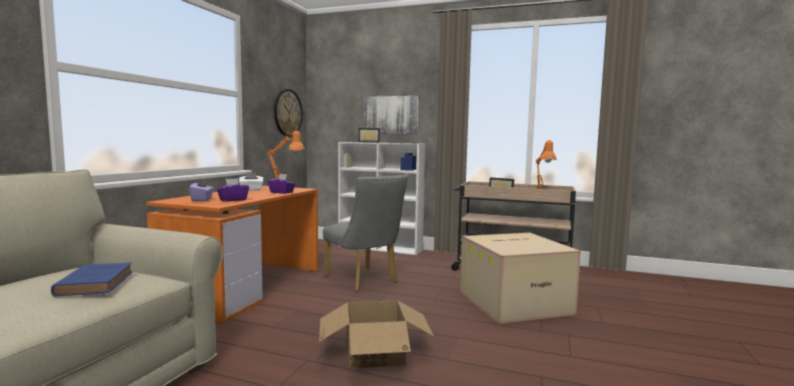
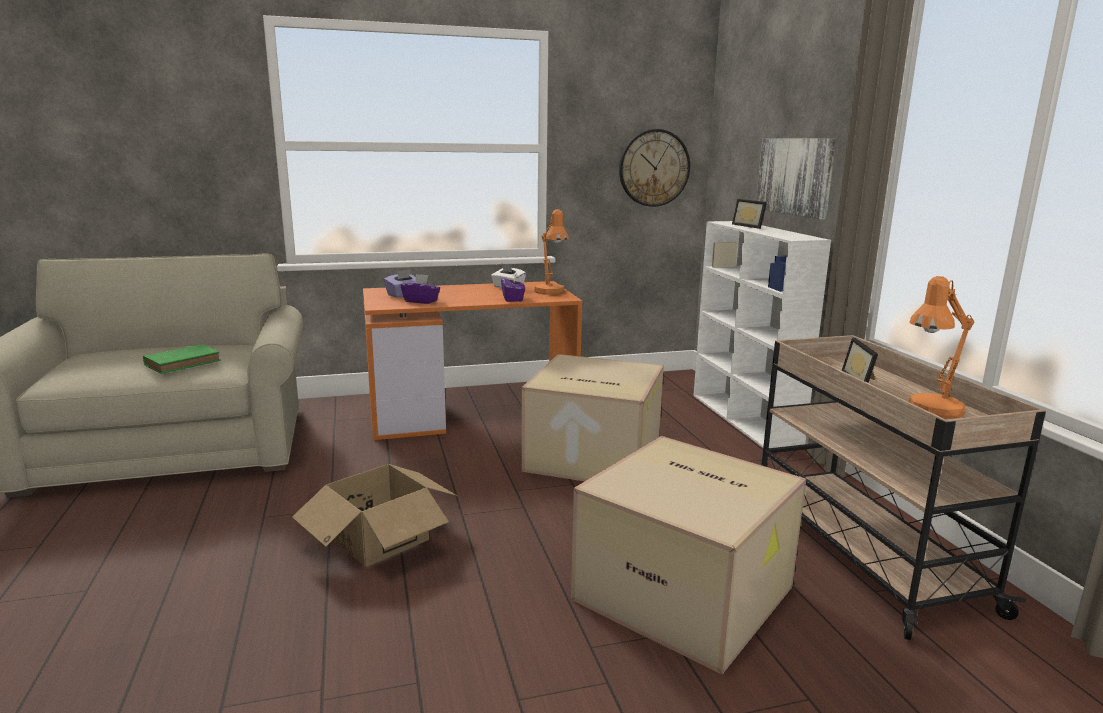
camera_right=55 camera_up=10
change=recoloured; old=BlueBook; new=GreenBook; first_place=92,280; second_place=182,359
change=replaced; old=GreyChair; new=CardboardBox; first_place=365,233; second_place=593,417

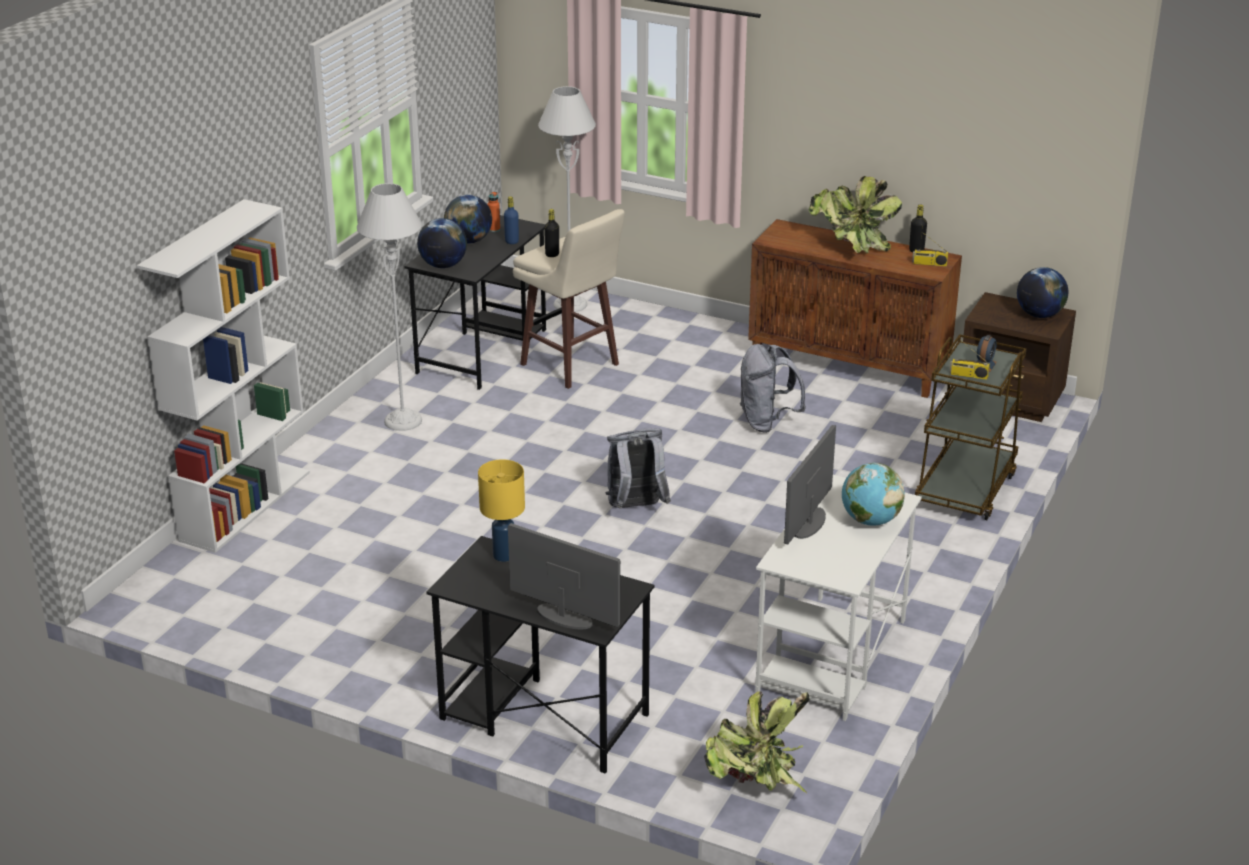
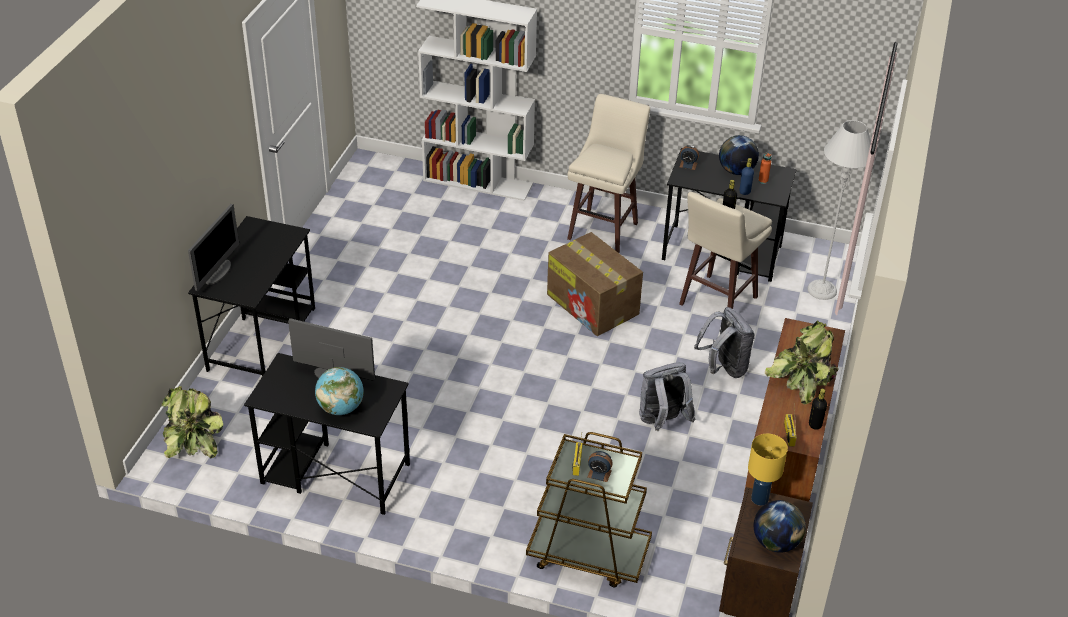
camera_right=80 camera_up=10
change=replaced; old=GreyFloorLamp; new=BeigeStool; first_place=389,307; second_place=608,173
change=replaced; old=Globe; new=AlarmClock; first_place=442,243; second_place=689,157
change=moved; old=YellowTableLamp; first_place=501,510; second_place=768,470
change=moved; old=GreyBackpack; first_place=638,468; second_place=724,342
change=recoloured; old=WhiteDesk; new=BlackDesk; first_place=838,598; second_place=327,434
change=added; new=CardboardBox; second_place=595,284

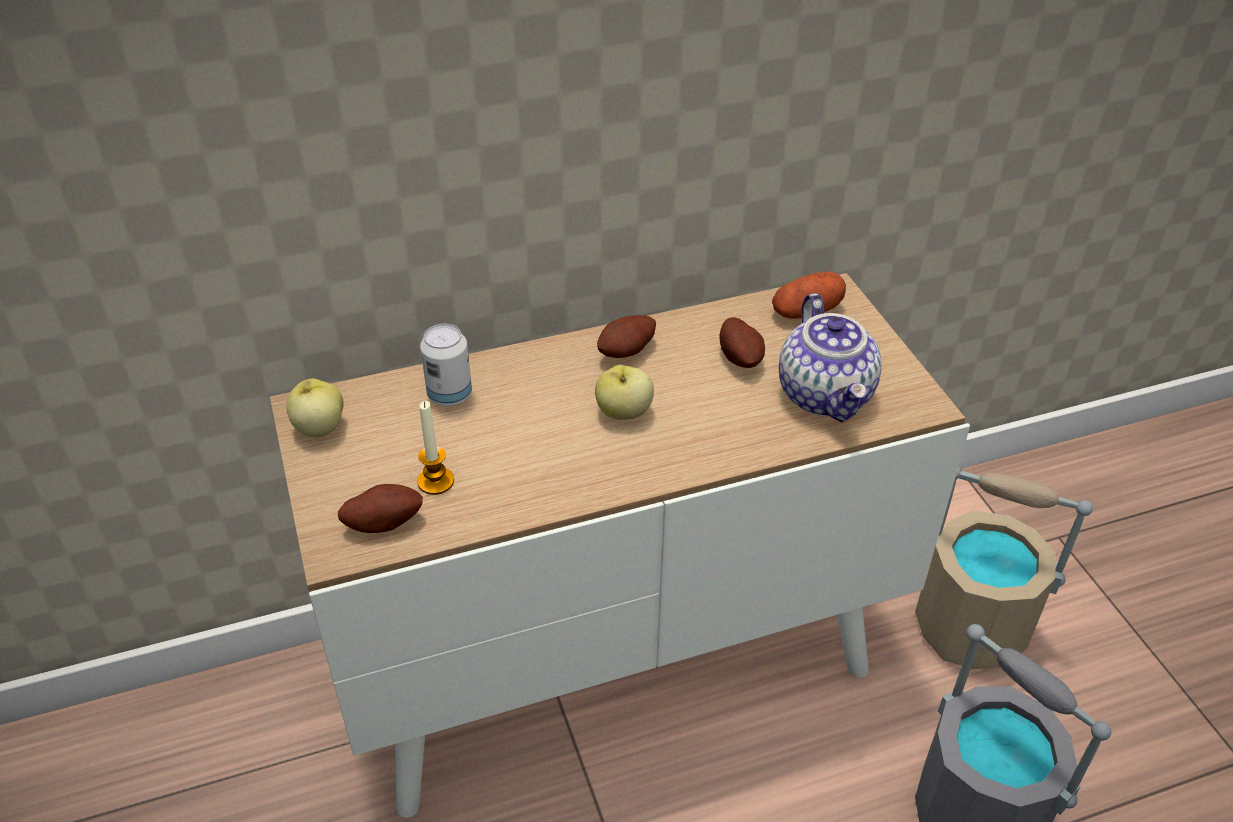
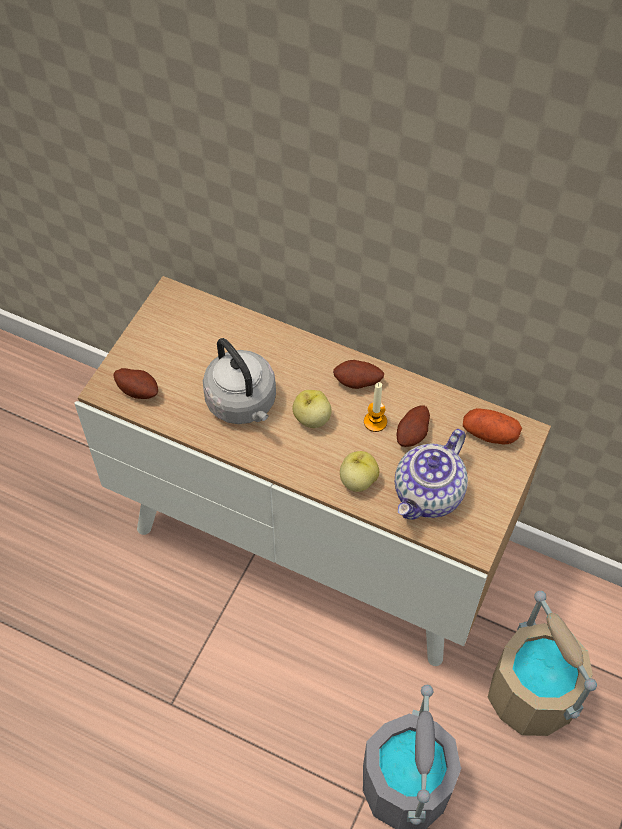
camera_right=45 camera_up=15
change=moved; old=Apple; first_place=314,408; second_place=359,471
change=moved; old=Candle; first_place=435,448; second_place=375,407
change=removed; old=Can; first_place=446,365
change=added; new=GreyKettle; second_place=239,381

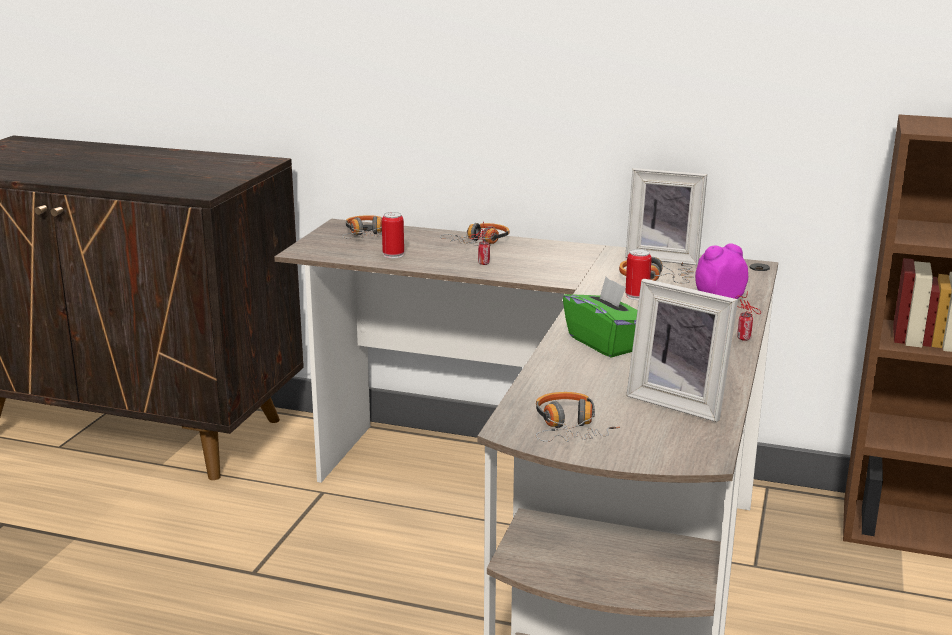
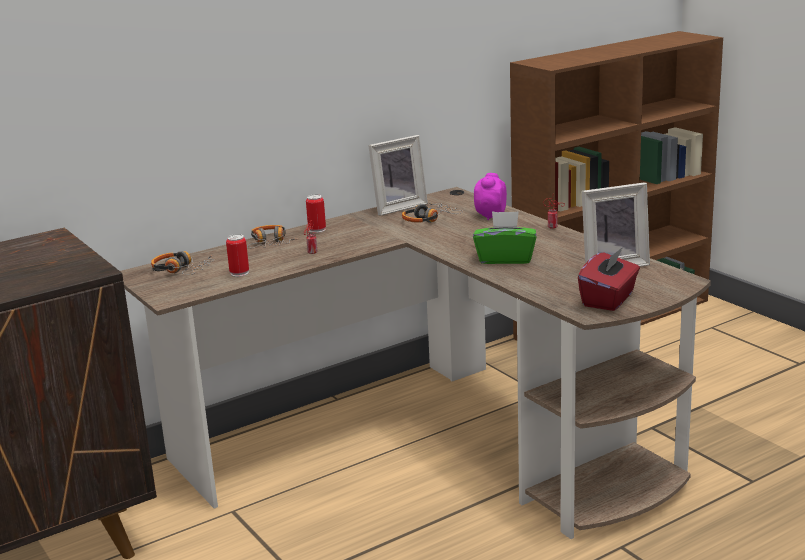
camera_right=-50 camera_up=0
change=replaced; old=Headphones; new=RedTissueBox; first_place=578,417; second_place=609,279
change=moved; old=Can; first_place=638,274; second_place=316,213

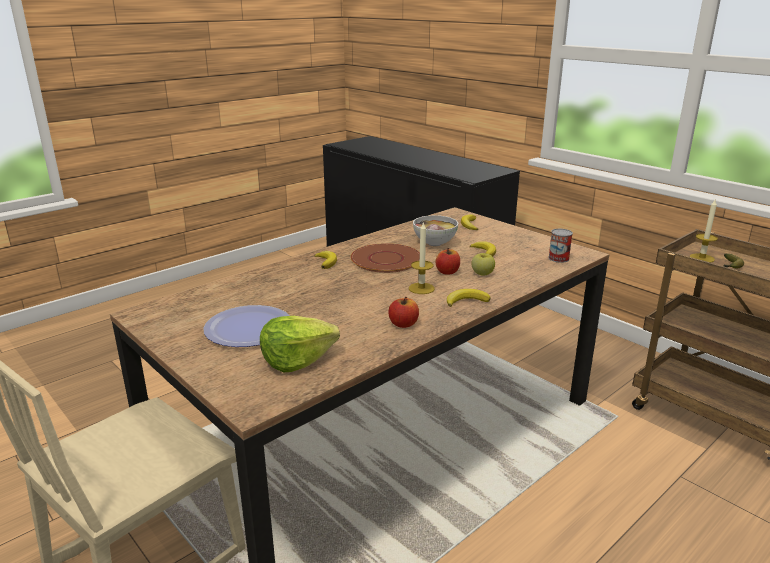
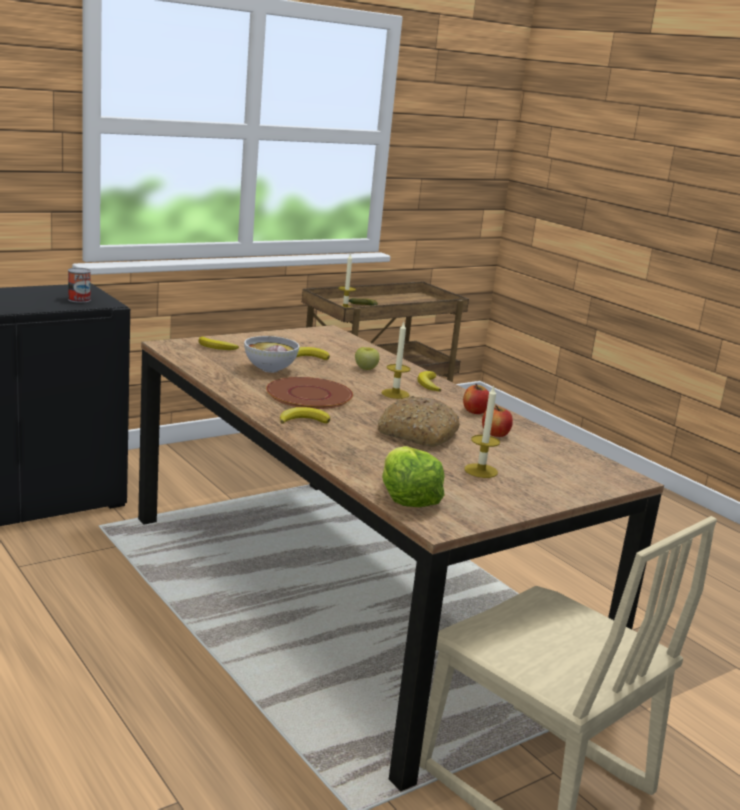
camera_right=-85 camera_up=-5
change=replaced; old=Plate; new=Candle; first_place=246,326; second_place=482,432
change=moved; old=Lettuce; first_place=300,344; second_place=413,476
change=moved; old=Apple; first_place=448,261; second_place=497,421
change=moved; old=Can; first_place=560,246; second_place=79,285
change=added; new=Bread; second_place=418,421

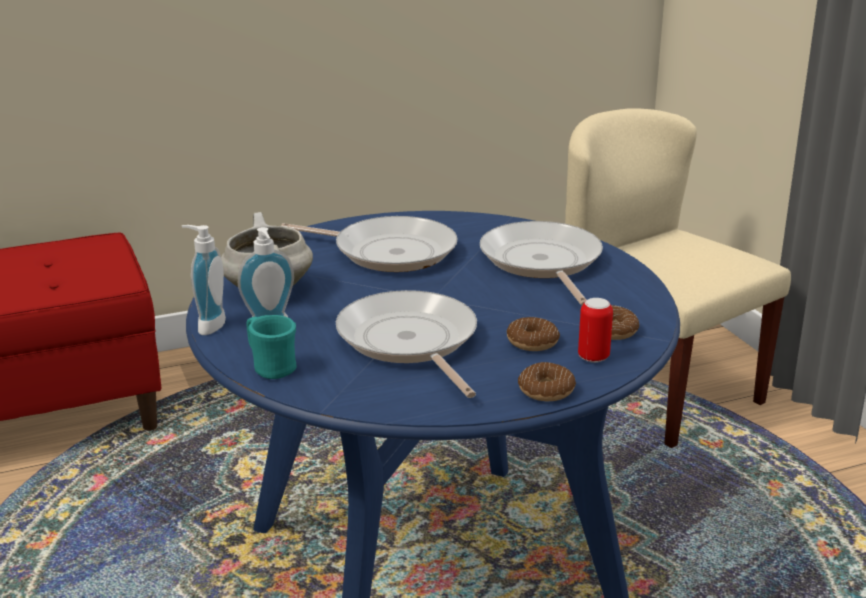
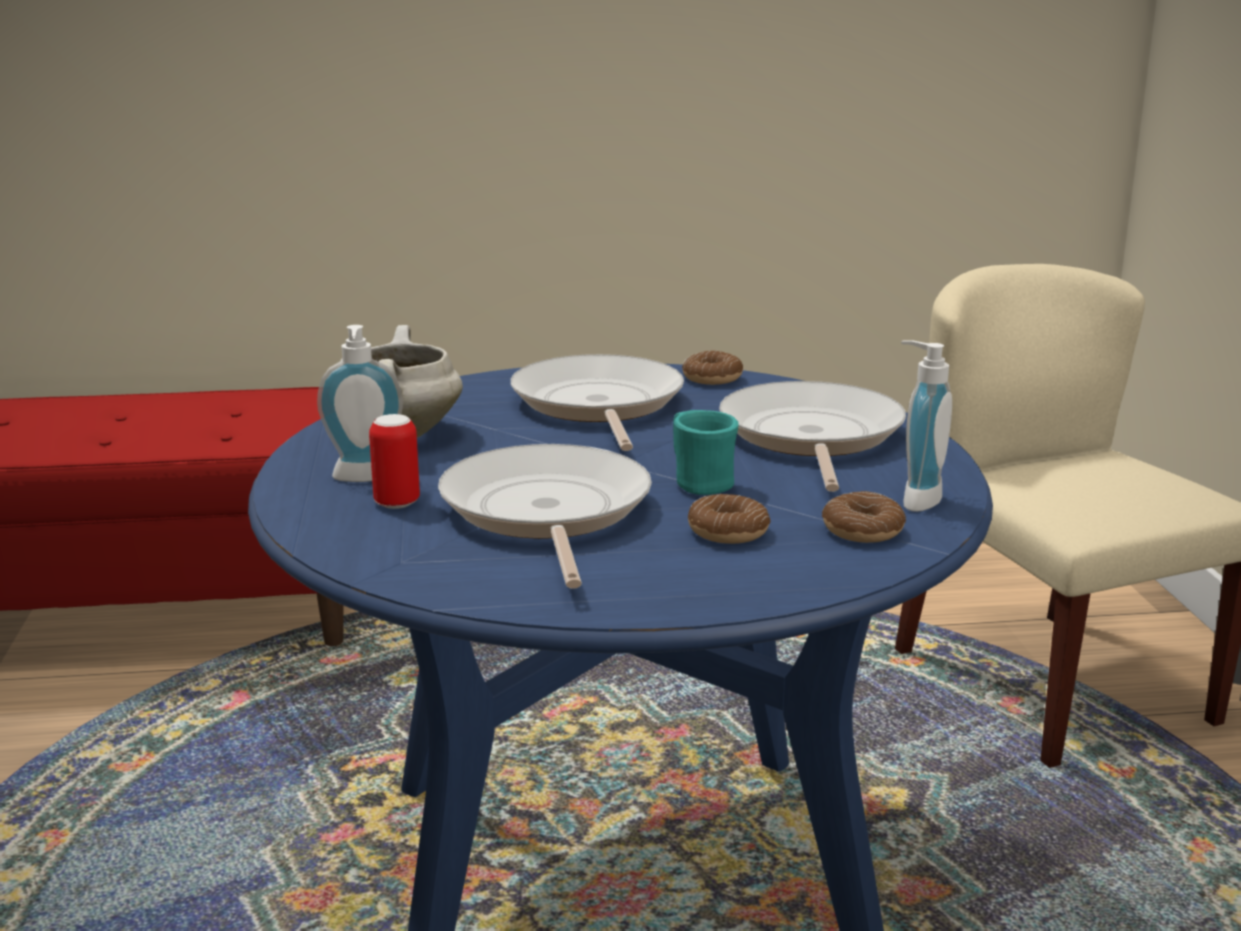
camera_right=15 camera_up=-5
change=moved; old=SoapDispenser; first_place=204,280; second_place=926,426
change=moved; old=TurquoiseMug; first_place=271,347; second_place=706,452
change=turned; old=FryingPan; first_place=369,244; second_place=597,402; degrees=-135
change=moved; old=Donut; first_place=547,381; second_place=712,368
change=moved; old=Can; first_place=595,330; second_place=394,461

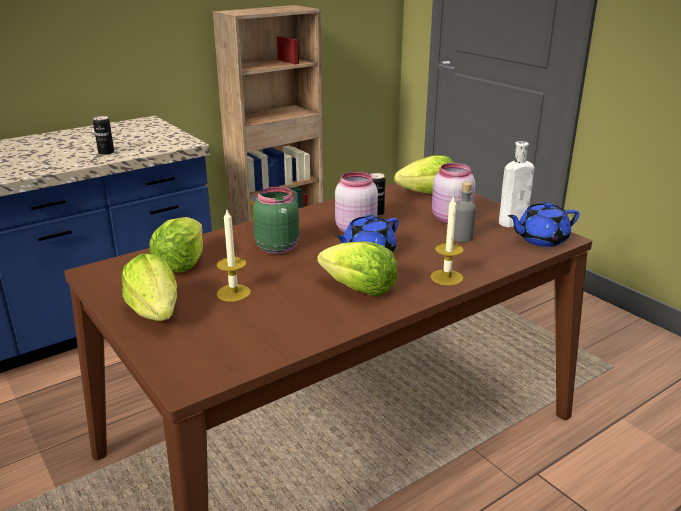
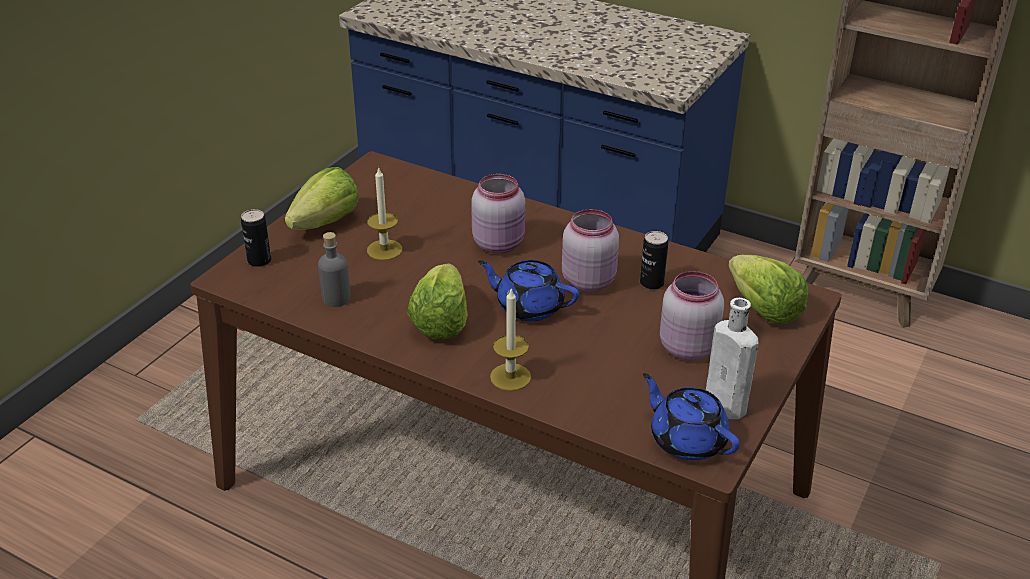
camera_right=65 camera_up=10
change=moved; old=Can; first_place=103,135; second_place=256,238
change=removed; old=Lettuce; first_place=176,245
change=recoloured; old=GreenJar; new=PinkJar; first_place=276,220; second_place=498,213
change=moved; old=GreyBottle; first_place=465,212; second_place=334,269

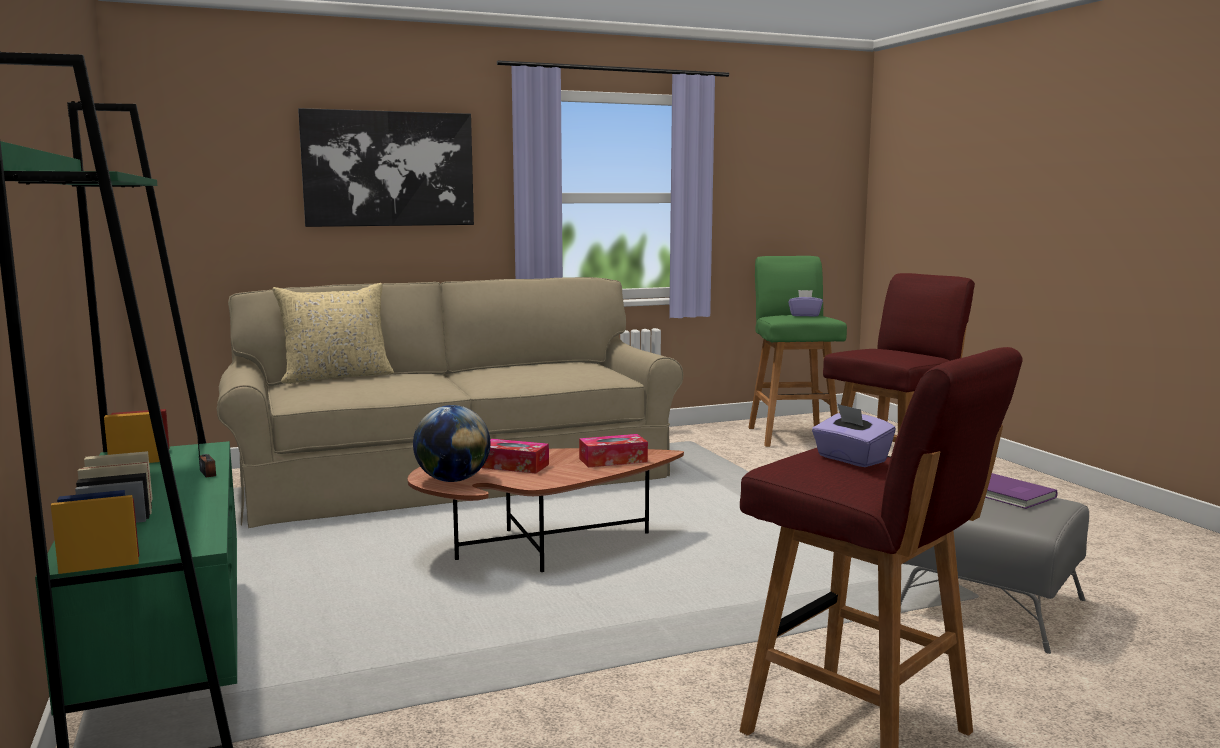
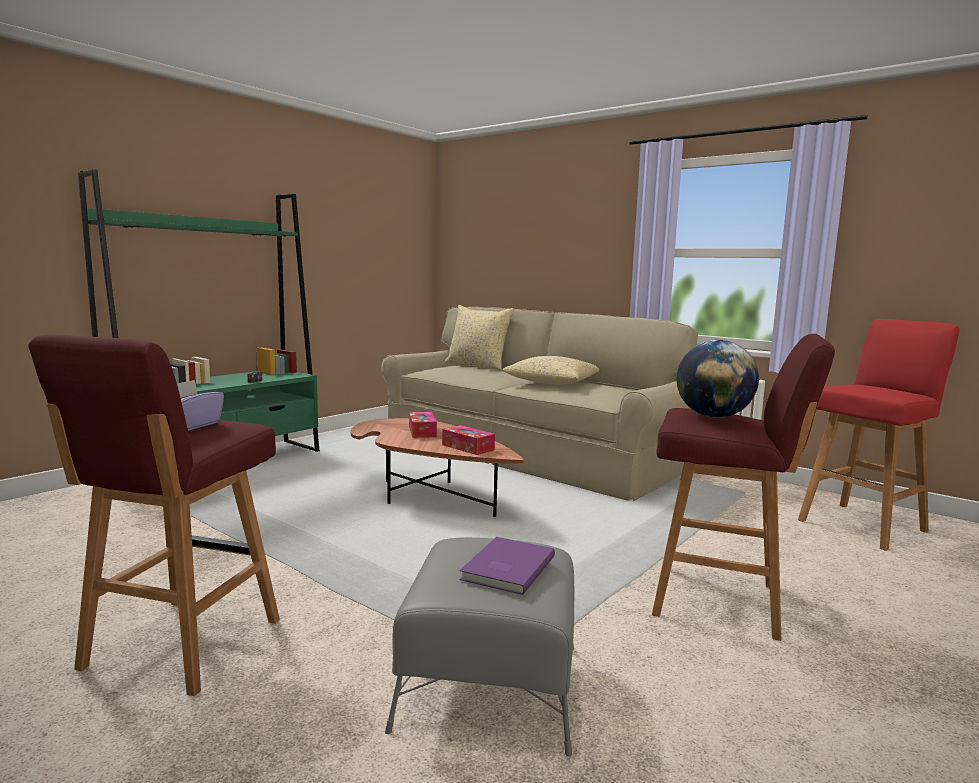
camera_right=60 camera_up=0
change=removed; old=Picture; first_place=386,167
change=moved; old=Globe; first_place=451,443; second_place=718,379
change=recoloured; old=GreenStool; new=RedStool; first_place=797,351; second_place=878,435
change=removed; old=PurpleTissueBox; first_place=805,303
change=added; new=BeigePillow; second_place=550,370

